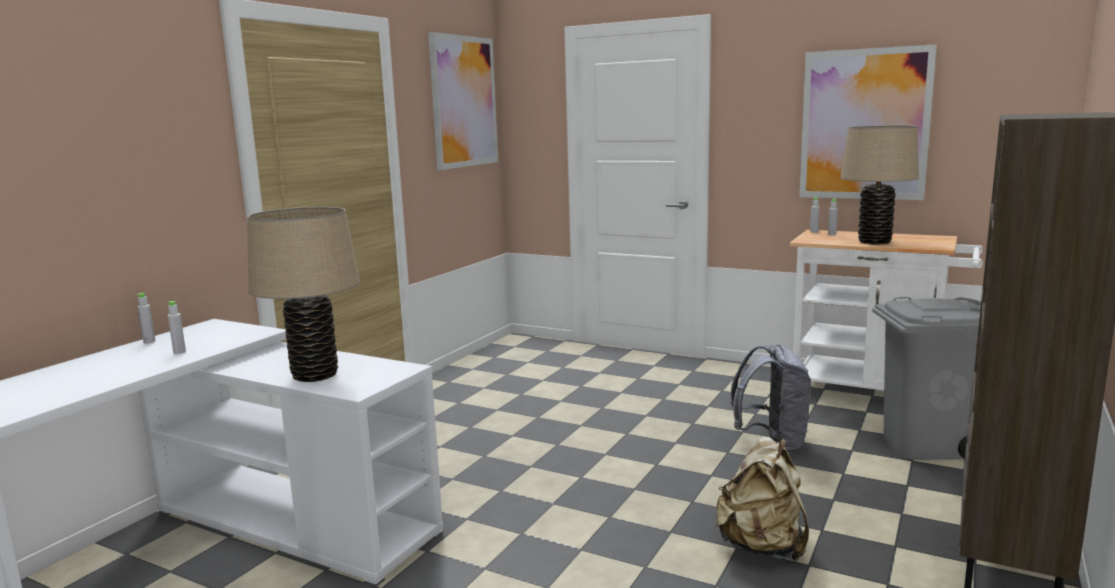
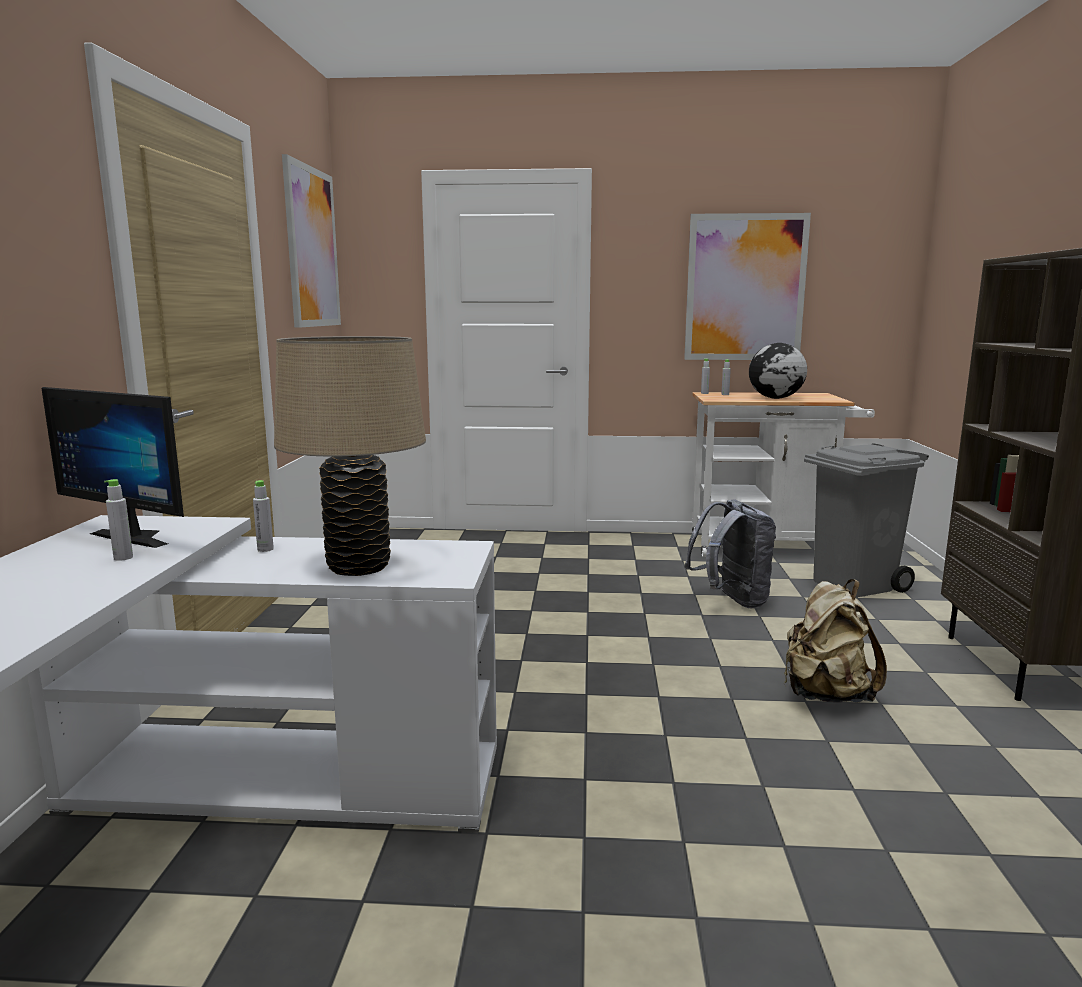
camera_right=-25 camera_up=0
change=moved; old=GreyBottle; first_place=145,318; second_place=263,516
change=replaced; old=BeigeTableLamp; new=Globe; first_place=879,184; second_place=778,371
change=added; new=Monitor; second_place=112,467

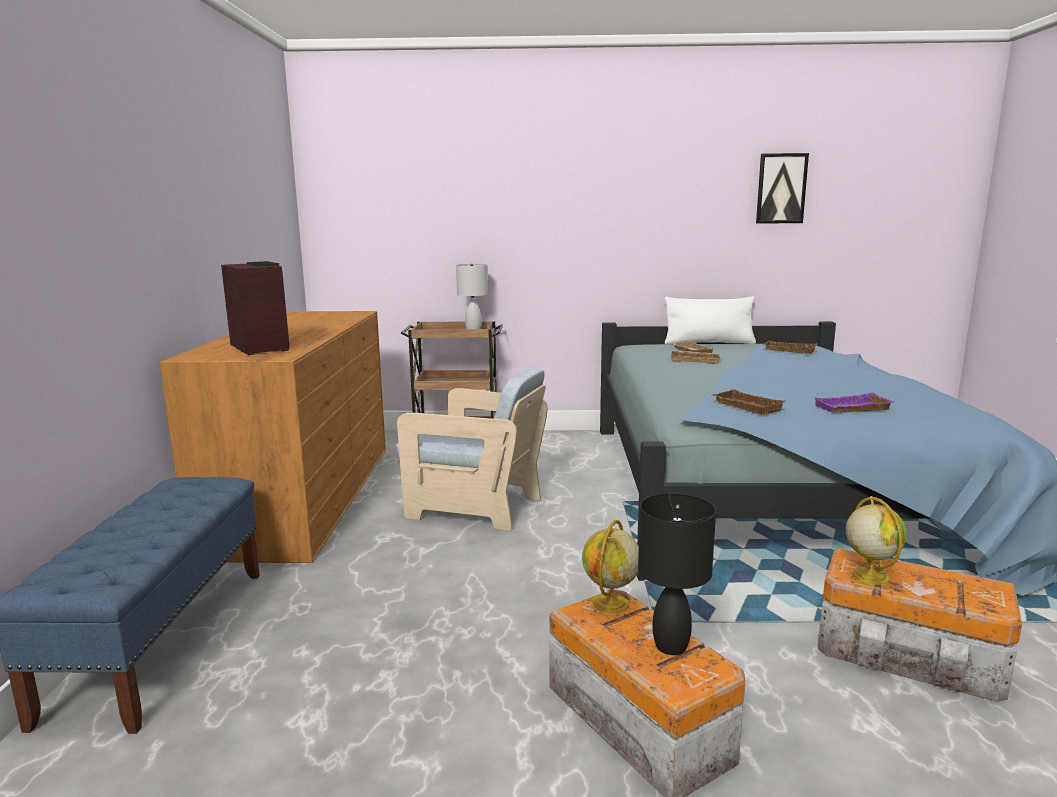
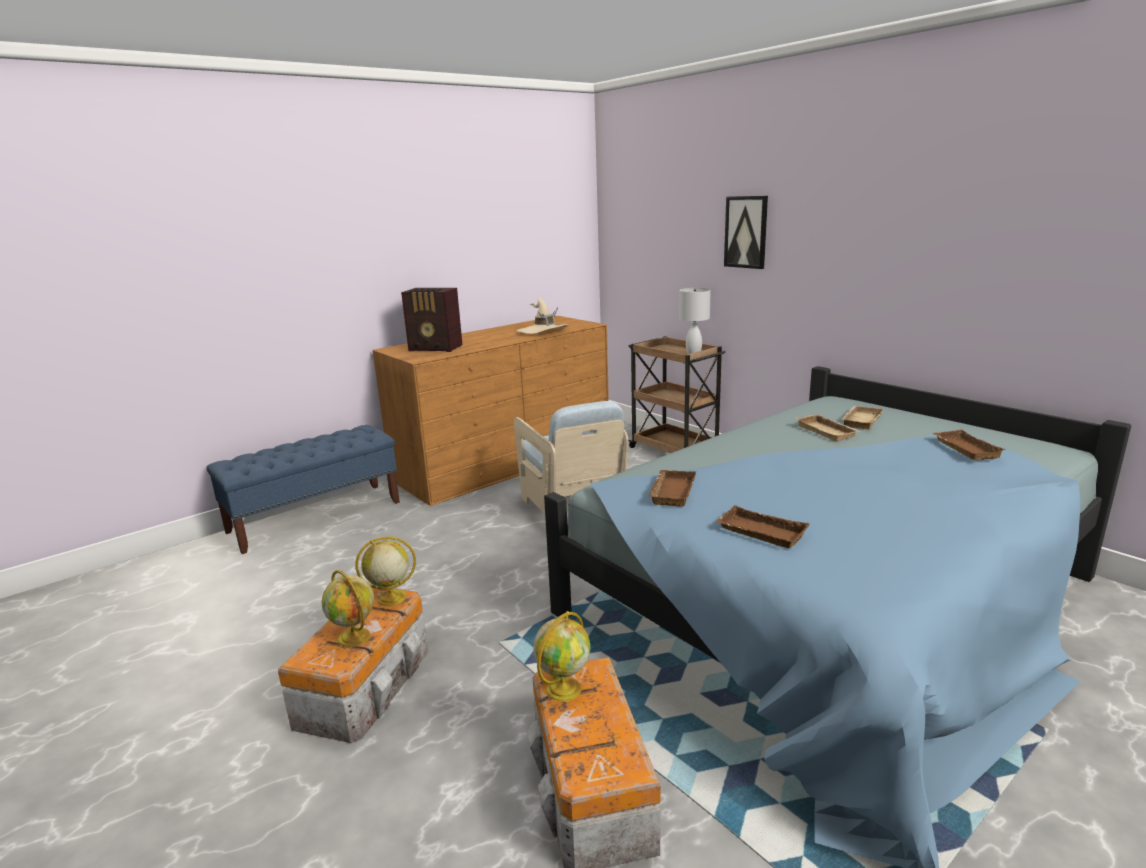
camera_right=50 camera_up=5
change=turned; old=Radio; first_place=255,308; second_place=431,320; degrees=90
change=replaced; old=BlackTableLamp; new=Globe; first_place=677,574; second_place=347,609
change=removed; old=WhitePillow; first_place=710,320
change=moved; old=Picture; first_place=782,188; second_place=746,232
change=recoloured; old=PurpleTray; new=BrownTray; first_place=854,402; second_place=762,526
change=added; new=BeigeHat; second_place=543,316

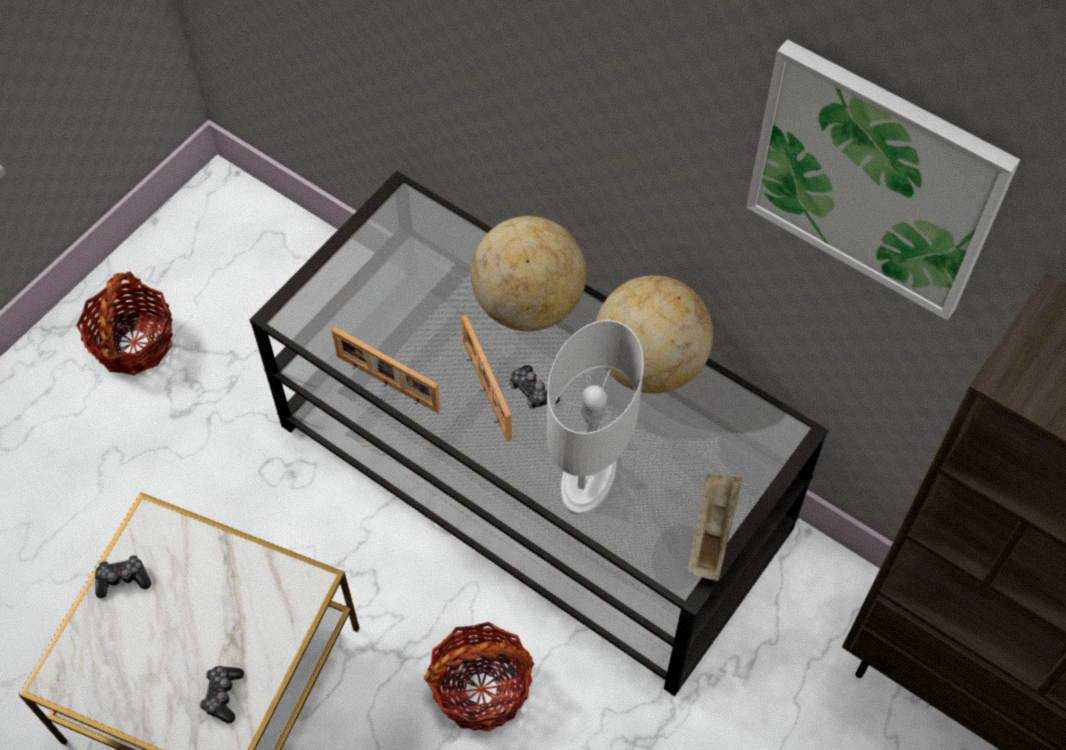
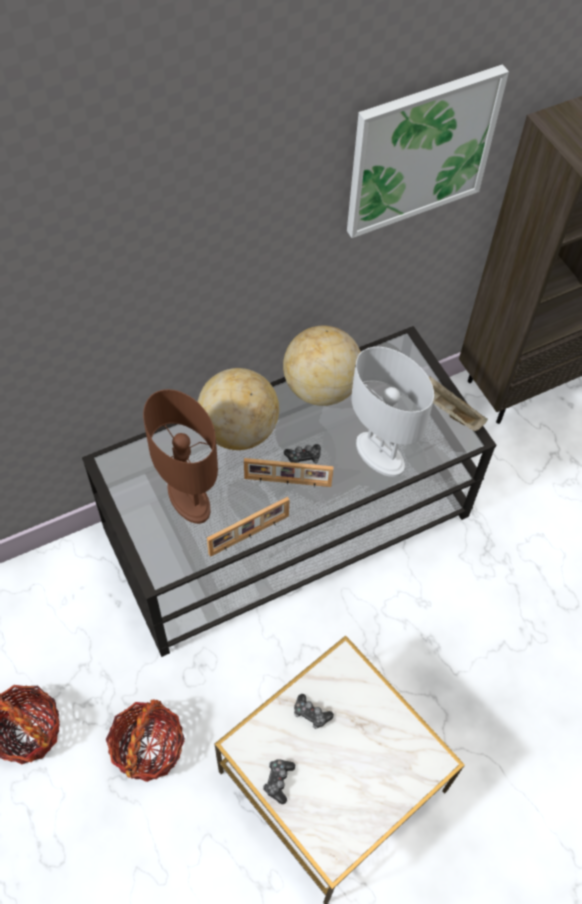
camera_right=-65 camera_up=0
change=moved; old=GameController; first_place=221,695; second_place=314,711
change=moved; old=Basket; first_place=479,677; second_place=145,741
change=added; new=BrownTableLamp; second_place=180,456

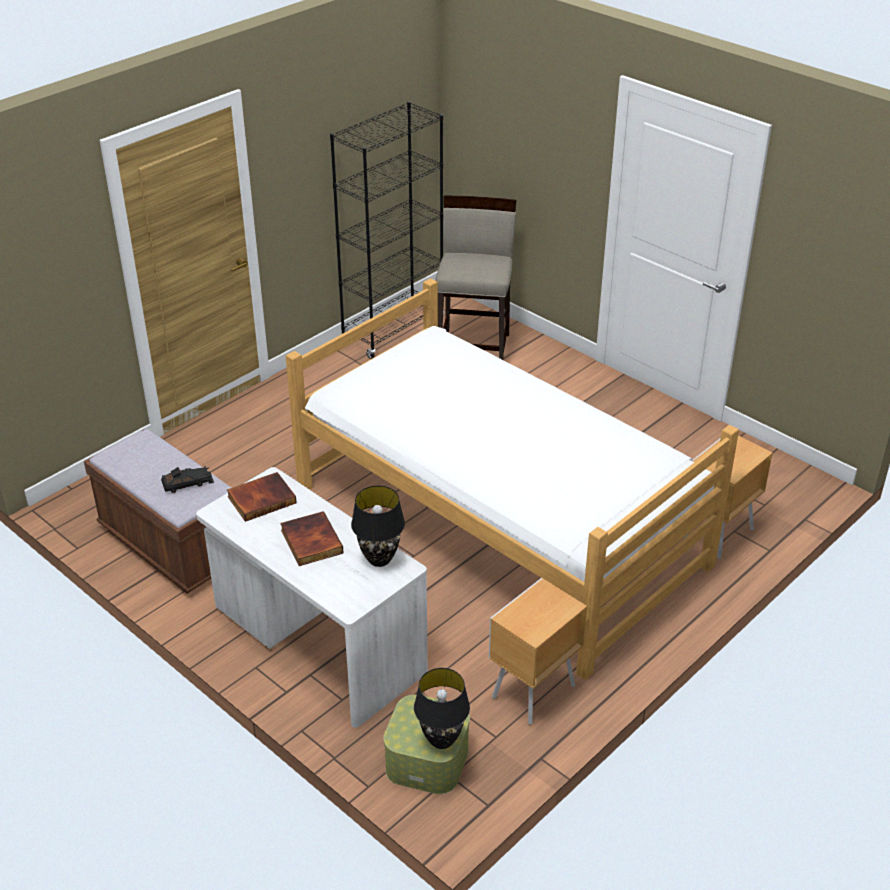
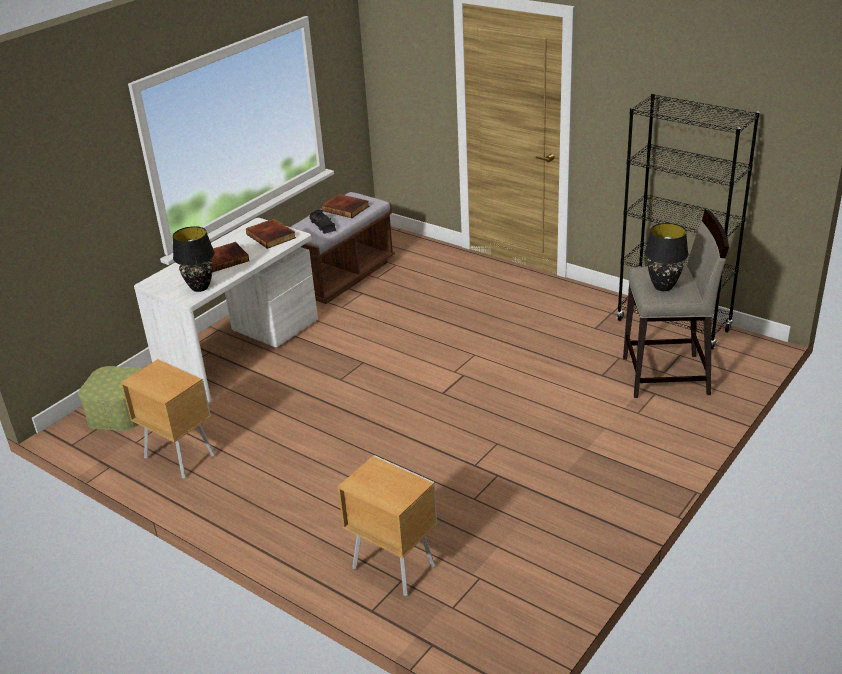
camera_right=85 camera_up=-5
change=removed; old=Bed; first_place=512,479
change=moved; old=BlackTableLamp; first_place=442,708; second_place=666,257
change=added; new=Book; second_place=345,206

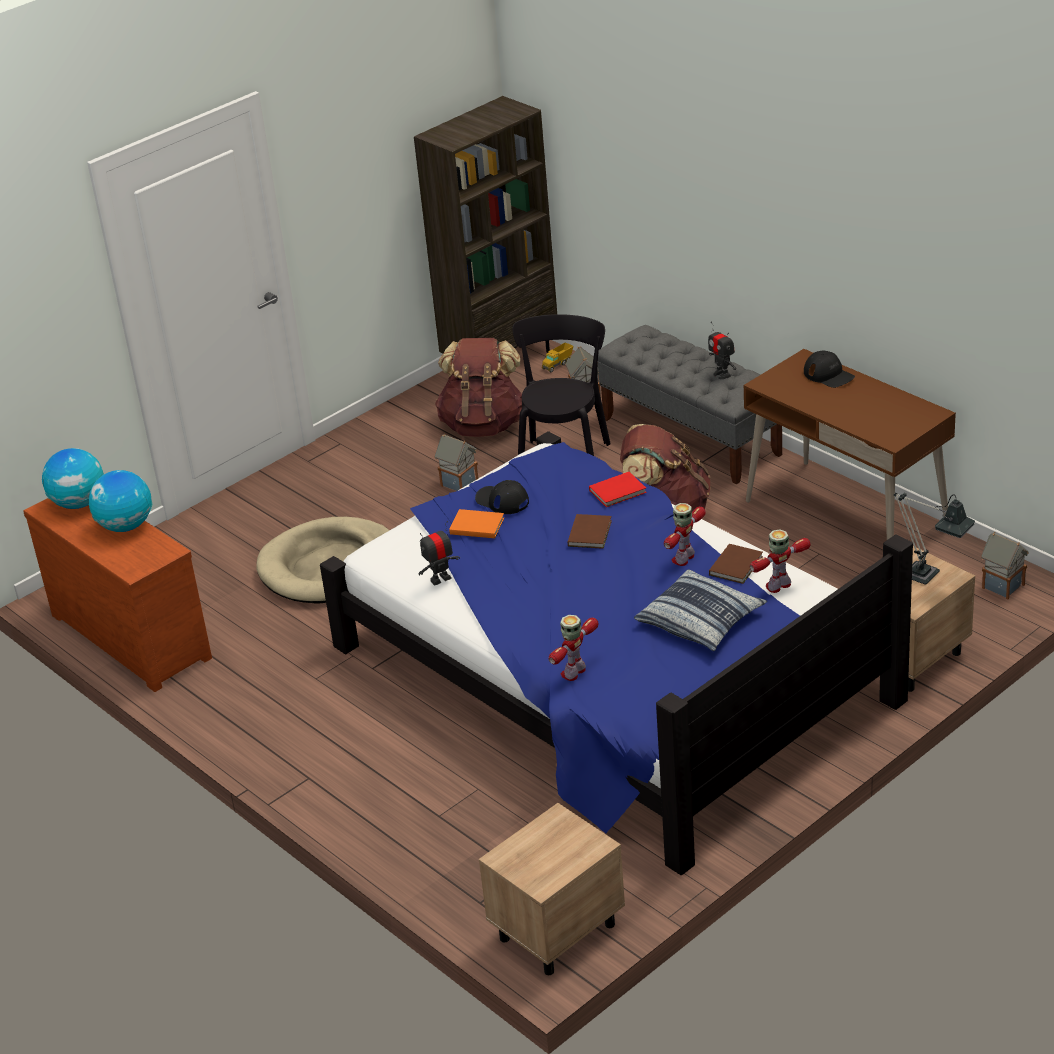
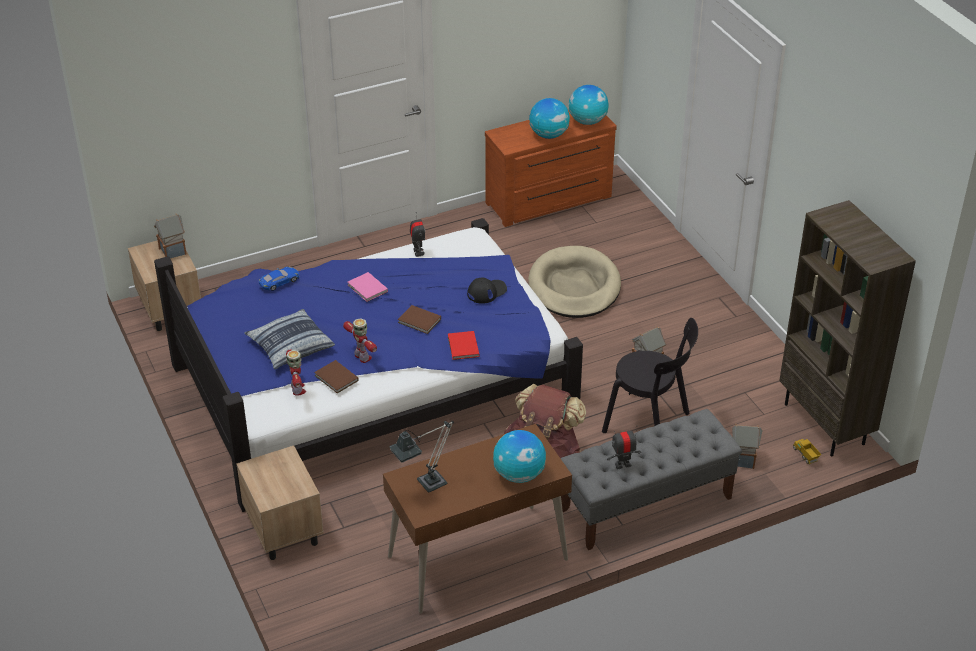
camera_right=105 camera_up=5
change=removed; old=BrownBackpack; first_place=478,387
change=removed; old=OrangeBook; first_place=476,523
change=replaced; old=ToyRobot; new=BlueToyCar; first_place=573,648; second_place=279,279
change=replaced; old=BlackCap; new=Globe; first_place=829,369; second_place=519,456
change=moved; old=TableLamp; first_place=934,539; second_place=422,456
change=moved; old=ToyHouse; first_place=1005,565; second_place=170,236
change=added; new=PinkBook; second_place=368,287

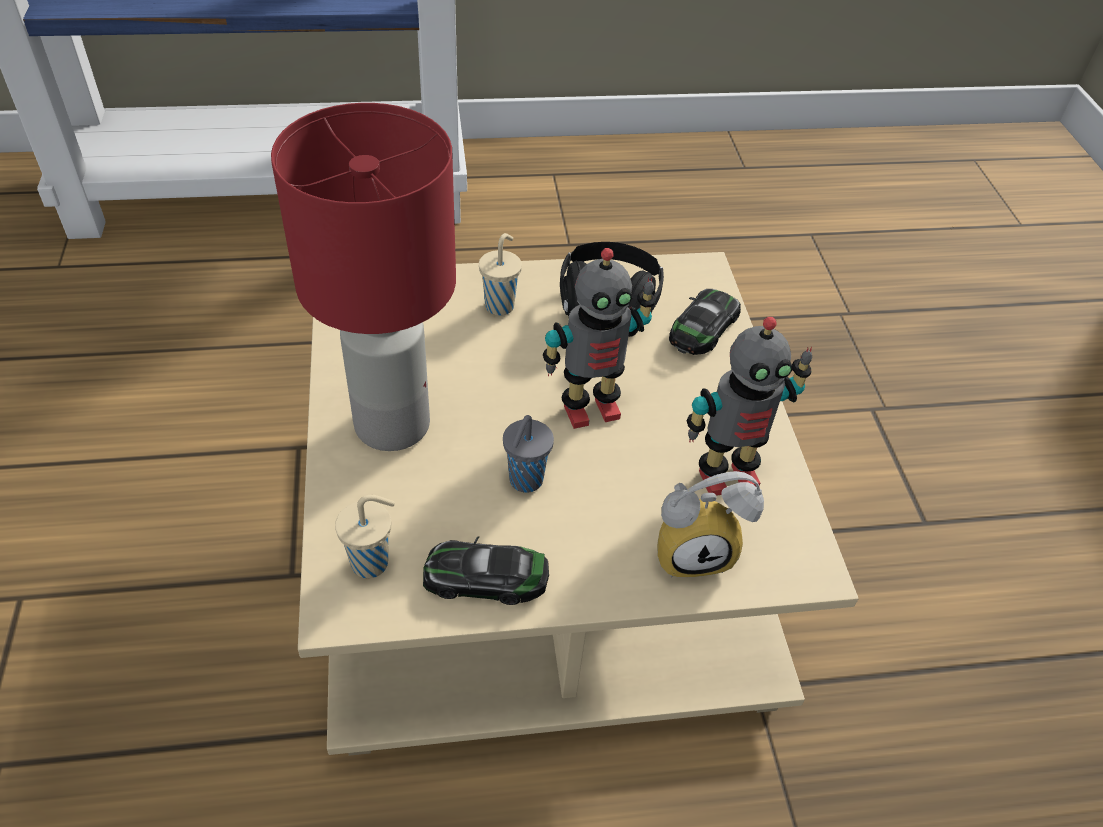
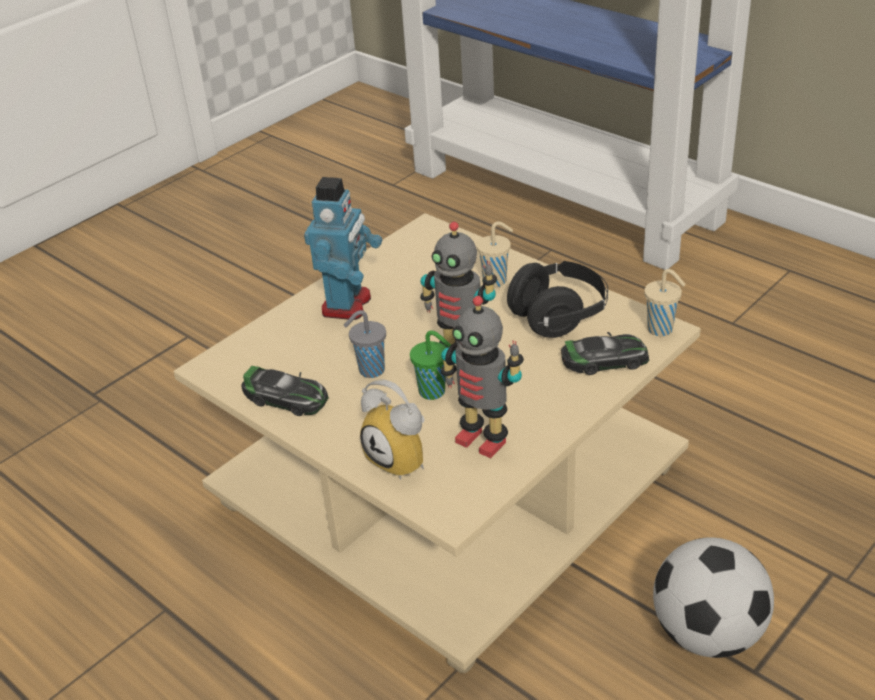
camera_right=55 camera_up=-10
change=replaced; old=RedTableLamp; new=ToyRobot; first_place=363,277; second_place=343,248
change=moved; old=BeigeCup; first_place=365,536; second_place=665,302
change=turned; old=ToyCar; first_place=486,570; second_place=285,391; degrees=150
change=added; new=GreenCup; second_place=430,365
change=added; new=Football; second_place=713,597

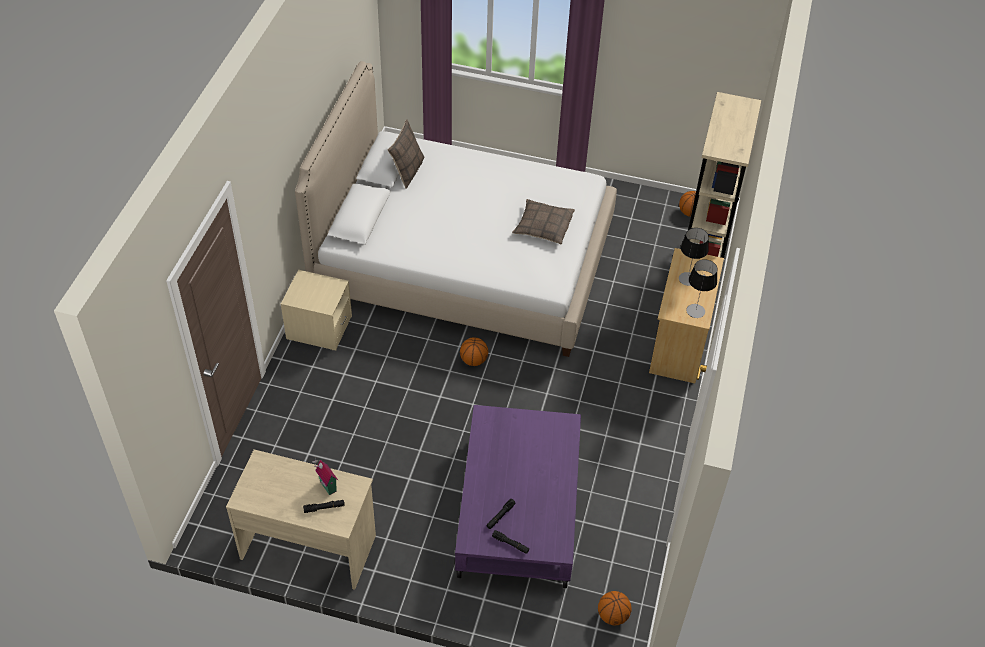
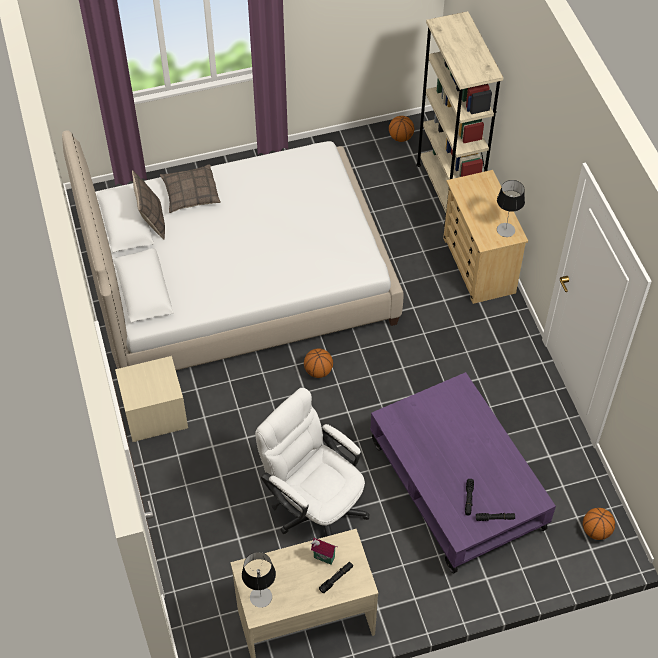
camera_right=-30 camera_up=5
change=moved; old=Pillow; first_place=543,221; second_place=190,188
change=moved; old=TableLamp; first_place=694,257; second_place=259,580
change=added; new=WhiteOfficeChair; second_place=312,462

